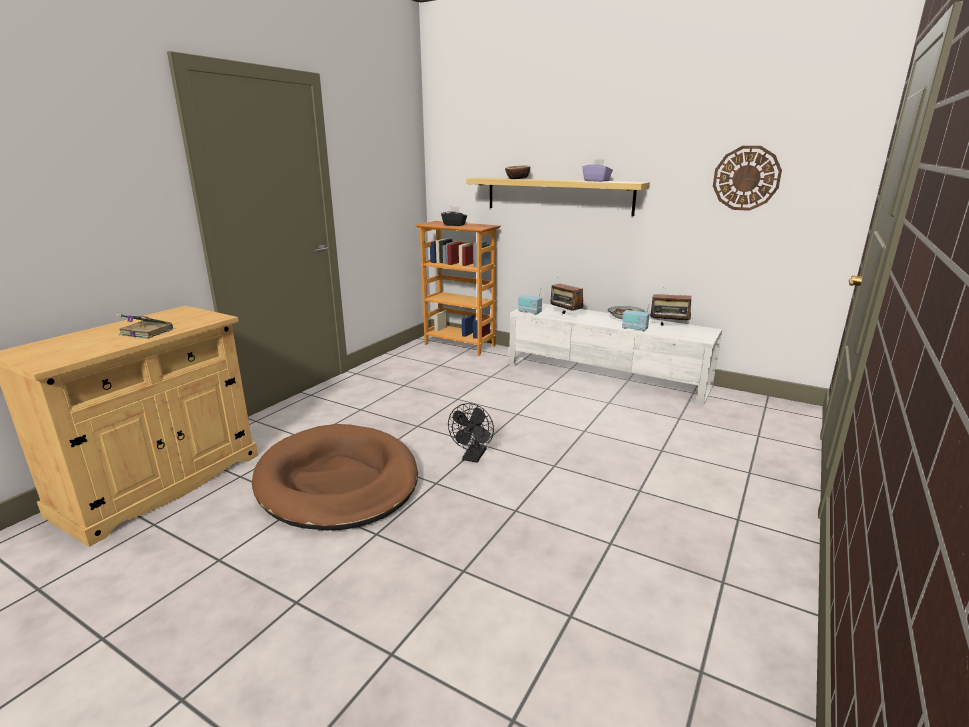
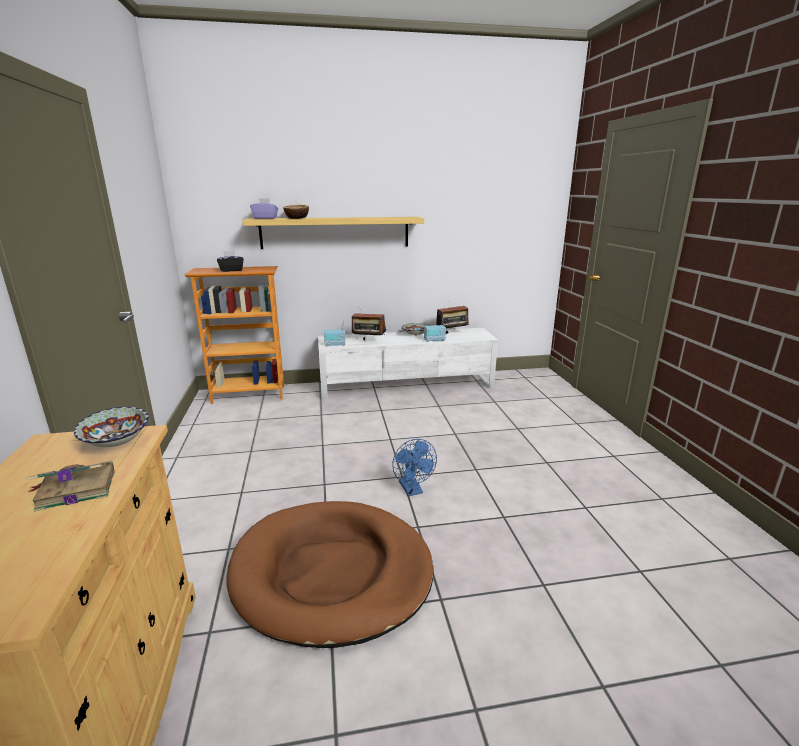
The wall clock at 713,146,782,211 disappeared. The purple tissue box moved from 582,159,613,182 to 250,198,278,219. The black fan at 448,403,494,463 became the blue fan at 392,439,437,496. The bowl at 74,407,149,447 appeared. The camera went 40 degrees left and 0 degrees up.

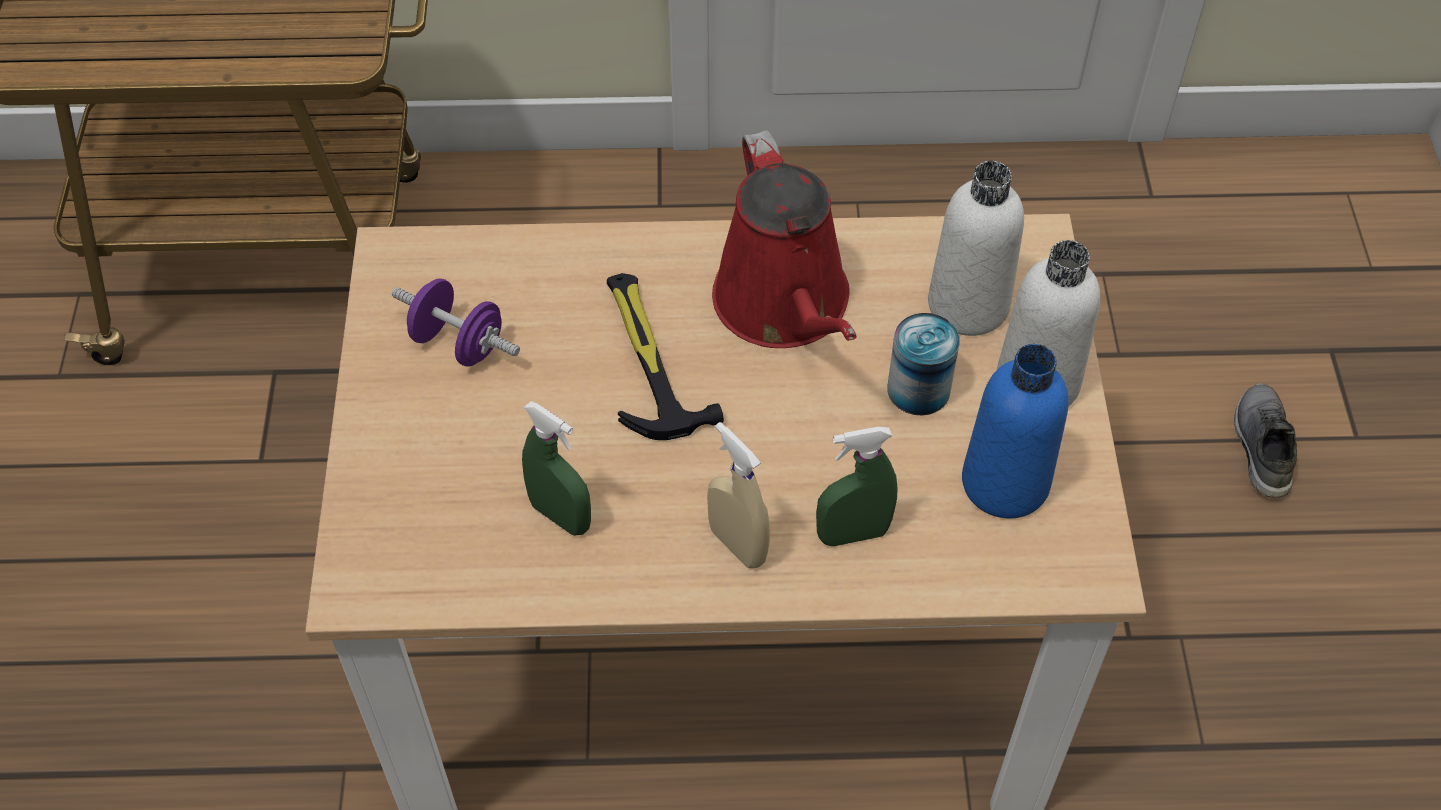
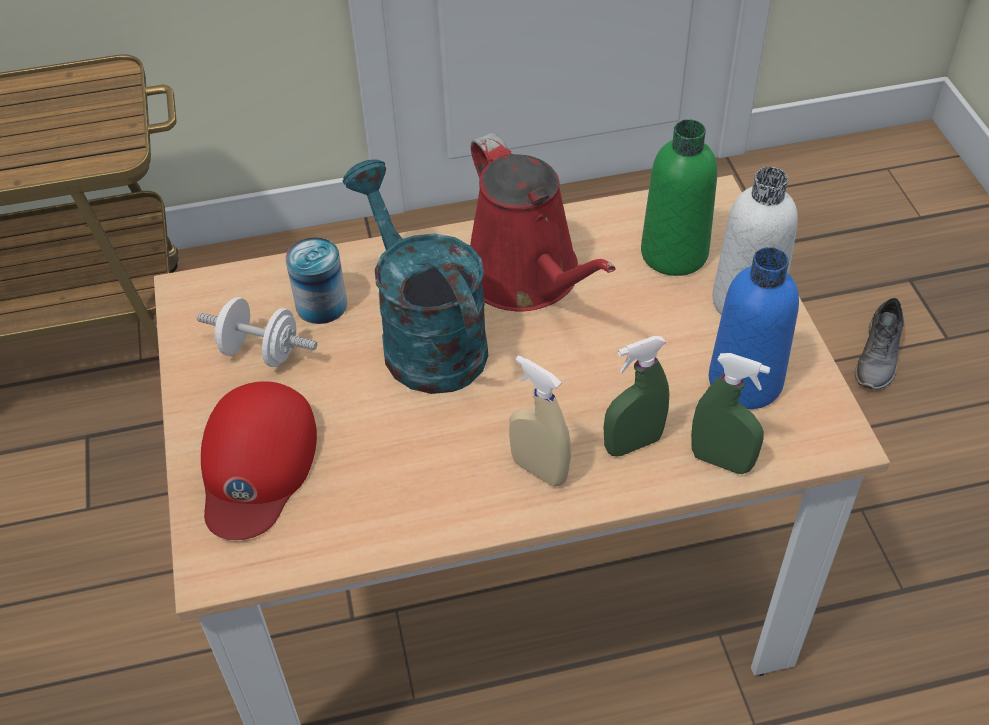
The white bottle at 928,161,1024,336 became the green bottle at 641,119,717,276. The hammer at 607,273,724,440 was replaced by the turquoise watering can at 343,160,488,394. The purple dumbbell at 392,278,520,367 became the white dumbbell at 197,297,317,367. The can moved from 887,313,960,415 to 286,237,347,324. The grey shoe at 1234,383,1297,498 turned 150 degrees counterclockwise. The green spray bottle moved from 522,401,591,536 to 691,353,770,474. The red cap at 201,381,317,540 appeared. The camera went 10 degrees left and 5 degrees down.

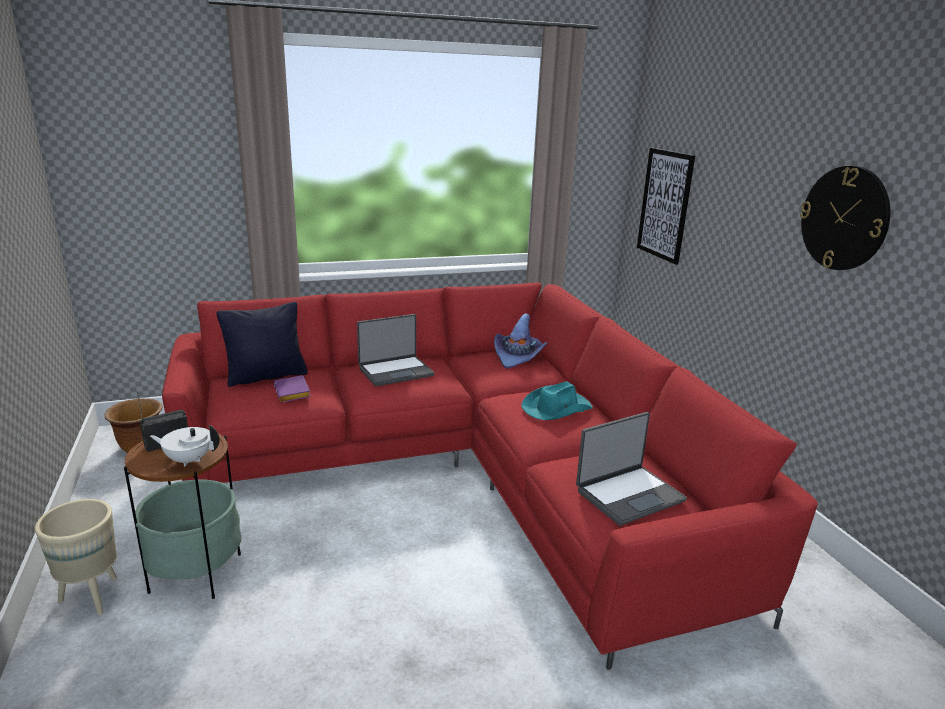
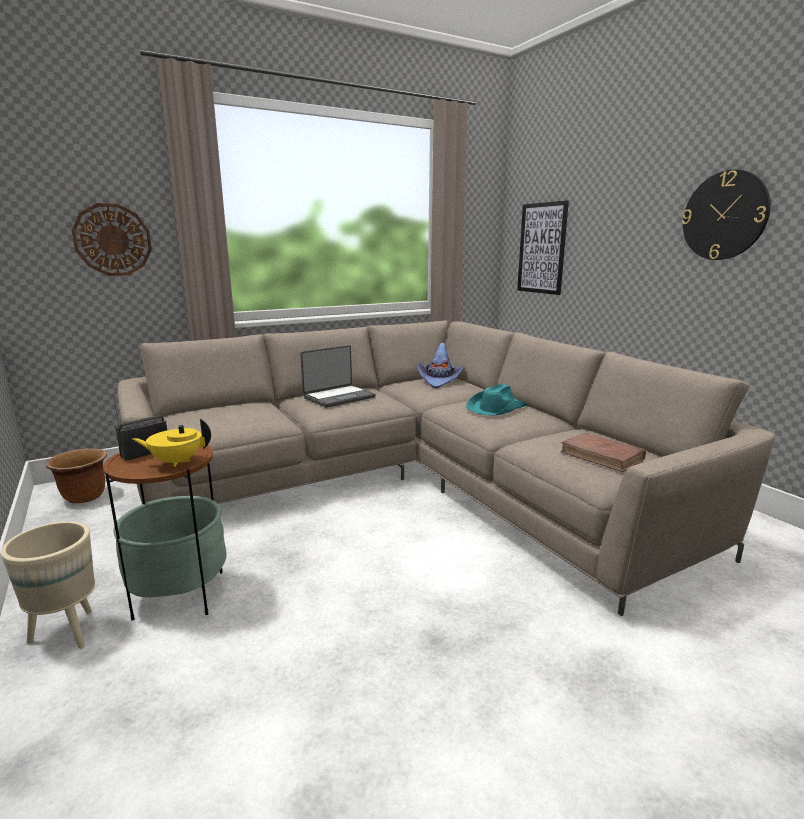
The red sofa at 162,283,818,670 became the beige sofa at 117,320,775,616. The black pillow at 217,302,308,387 disappeared. The purple book at 274,375,311,403 disappeared. The laptop at 576,412,687,526 was replaced by the brown book at 560,433,646,472. The white teapot at 150,425,220,466 became the yellow teapot at 133,419,211,467. The wall clock at 71,203,152,276 appeared. The camera went 10 degrees left and 5 degrees down.

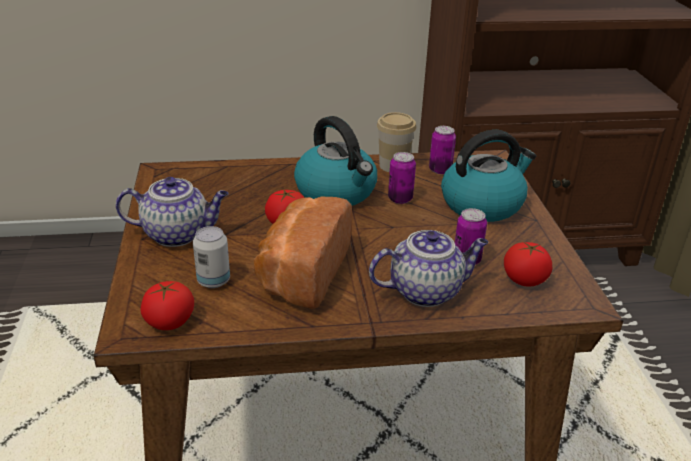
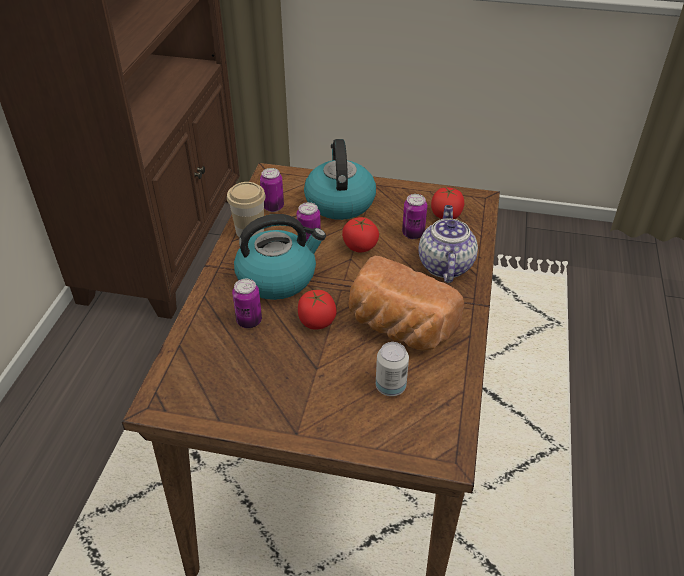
The teapot at 116,177,229,247 disappeared. The tomato moved from 140,281,194,330 to 342,217,379,252. The can at 232,279,262,328 appeared. The camera went 70 degrees left and 10 degrees up.

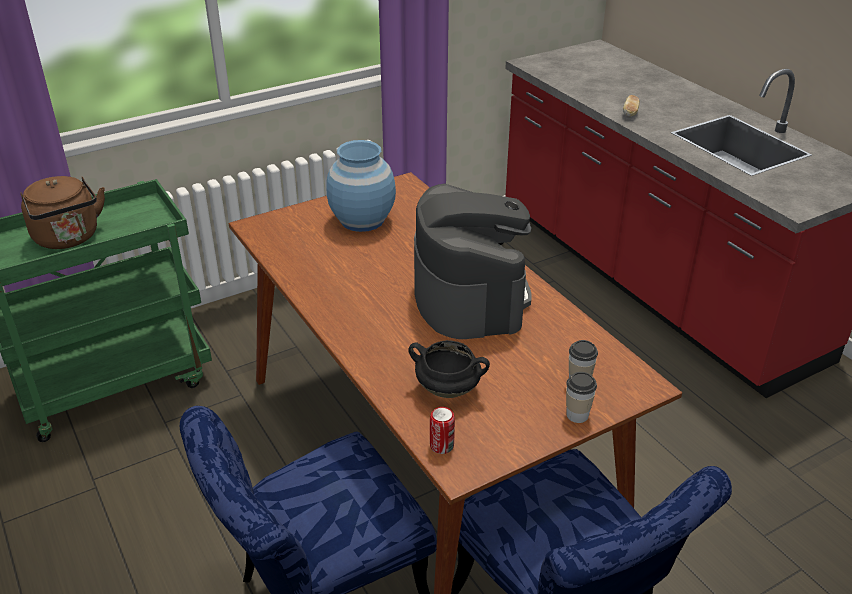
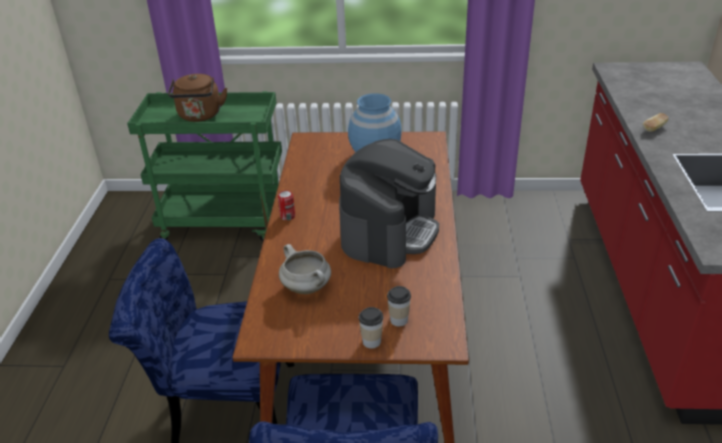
The black cooking pot at 408,340,490,398 became the white cooking pot at 279,244,331,294. The can moved from 430,407,455,454 to 278,190,295,221. The camera went 35 degrees right and 0 degrees up.

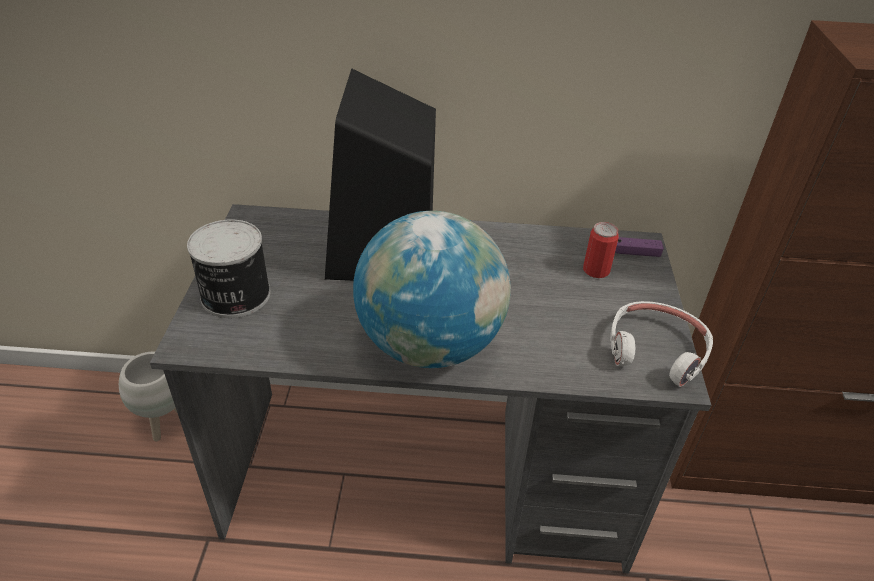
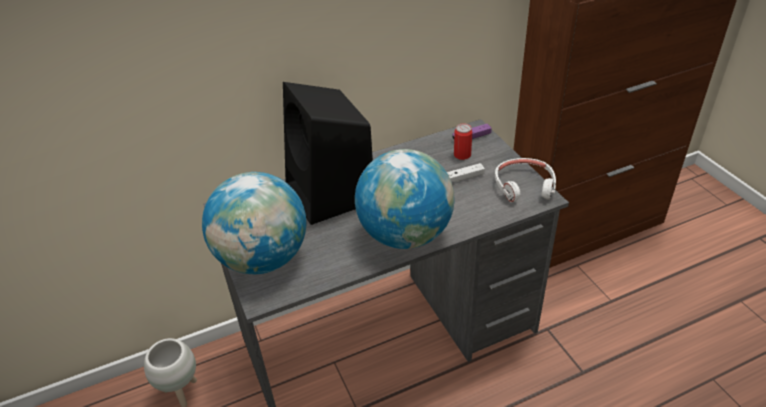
The can at 187,220,271,318 was replaced by the globe at 202,172,306,274. The white game controller at 447,163,485,182 appeared. The camera went 25 degrees left and 0 degrees up.

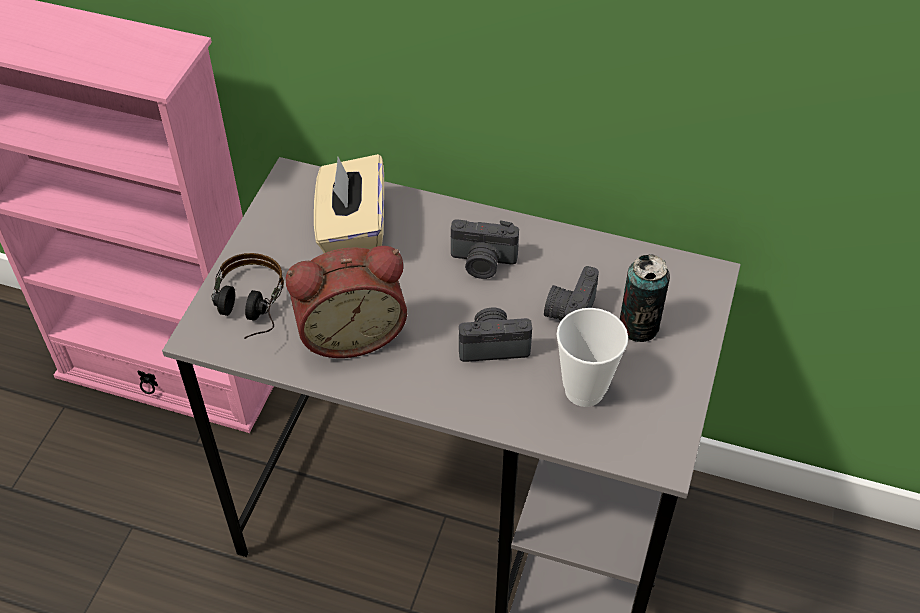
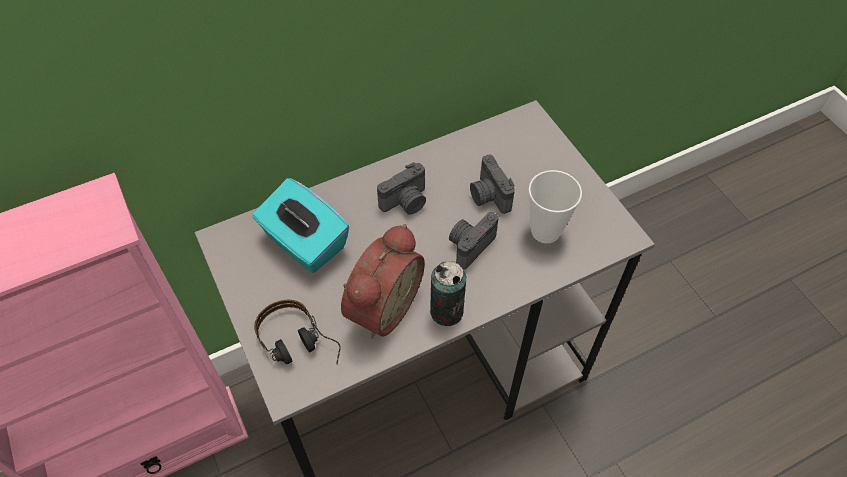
The beige tissue box at 314,154,384,253 became the turquoise tissue box at 252,178,349,273. The can moved from 620,254,670,342 to 430,261,466,326. The camera went 45 degrees left and 5 degrees up.

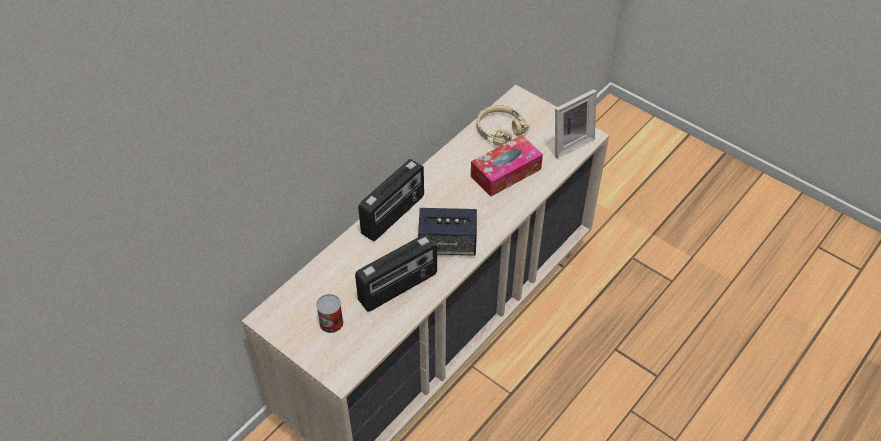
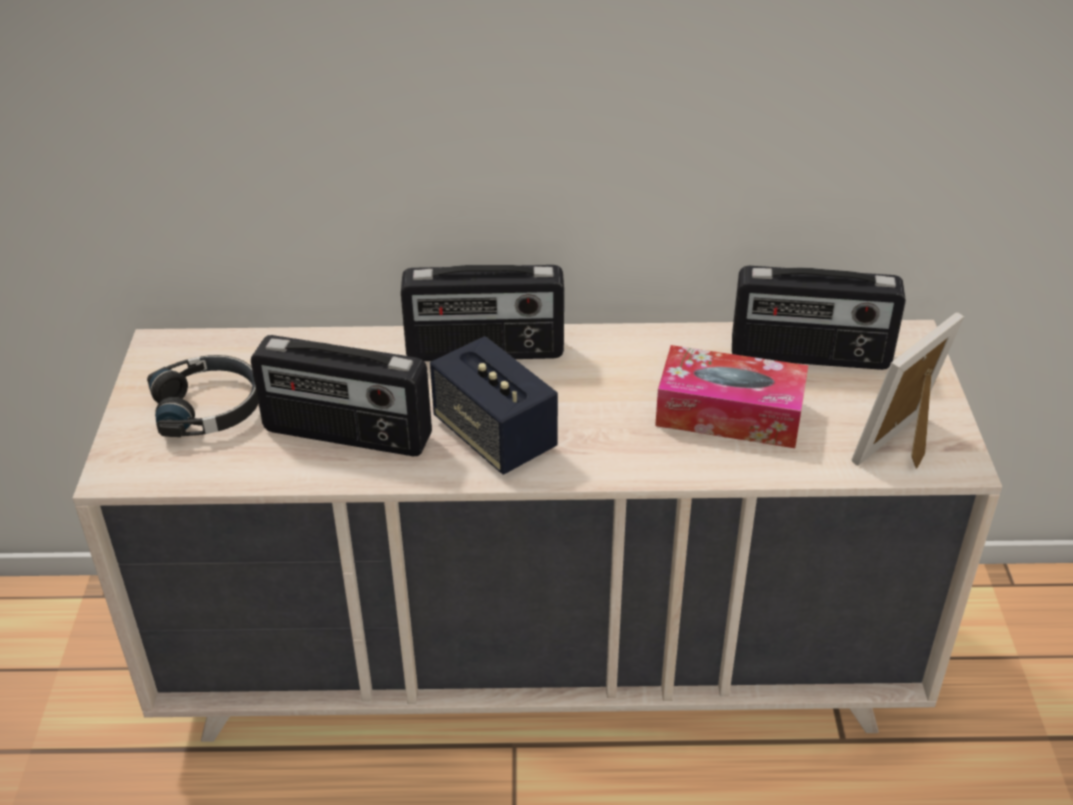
The picture frame at 555,89,597,159 turned 120 degrees clockwise. The beige headphones at 477,105,529,146 was replaced by the radio at 732,266,906,370. The can at 316,294,343,333 was replaced by the black headphones at 147,355,259,437. The camera went 50 degrees right and 10 degrees down.

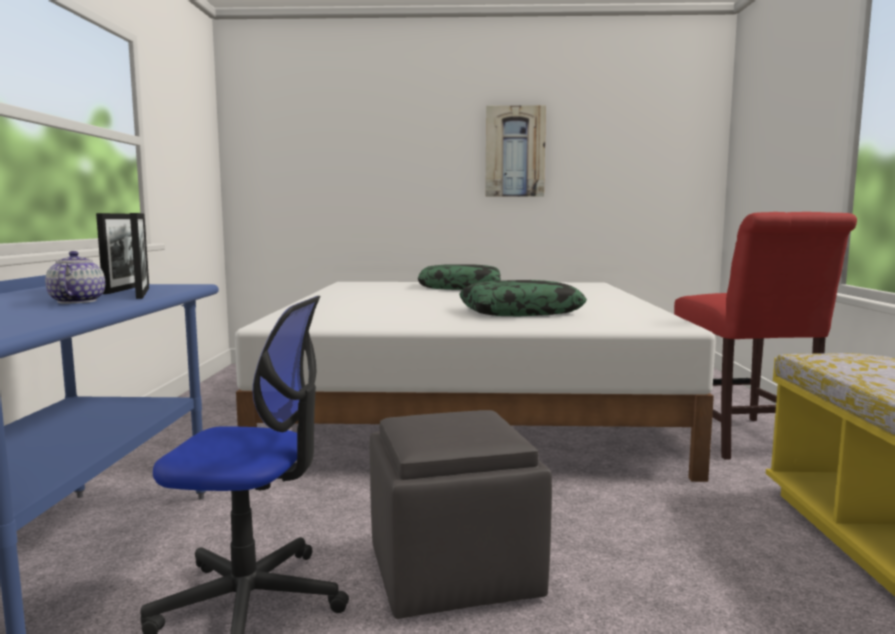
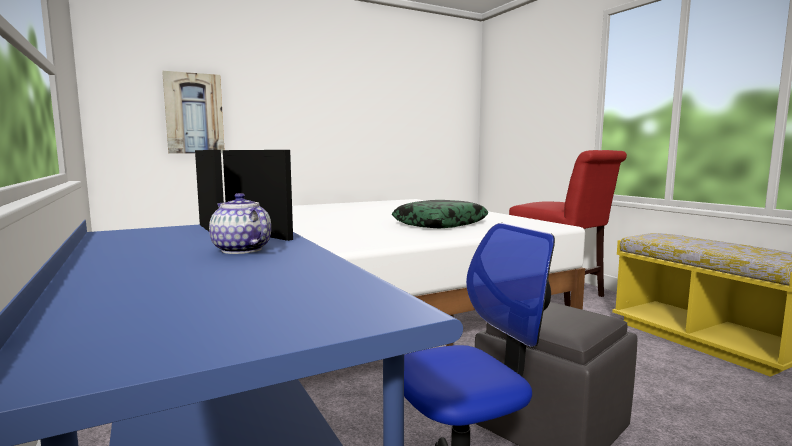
The picture moved from 485,105,546,197 to 162,71,224,154. The pillow at 418,265,501,290 disappeared. The camera went 30 degrees left and 0 degrees up.

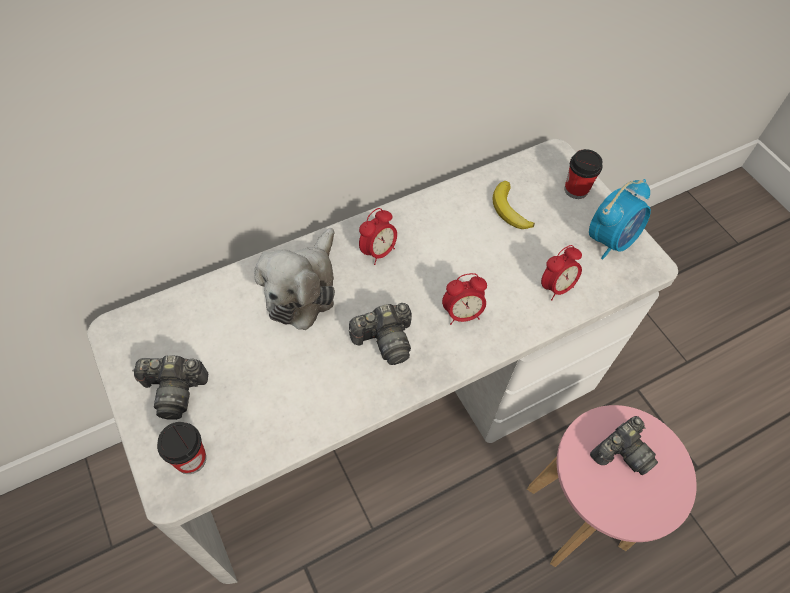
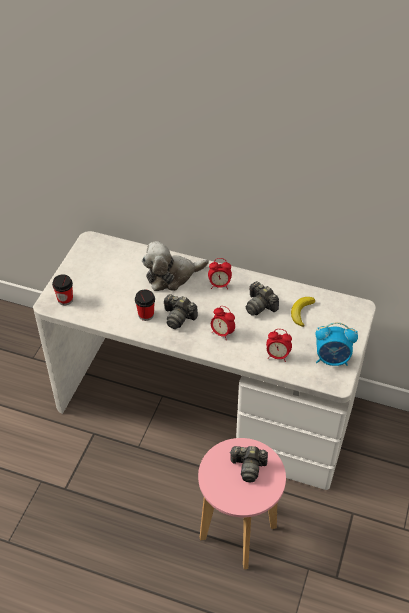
The cup moved from 564,149,603,199 to 135,289,155,321. The photo camera moved from 132,355,208,420 to 246,281,279,316. The camera went 50 degrees right and 10 degrees down.

